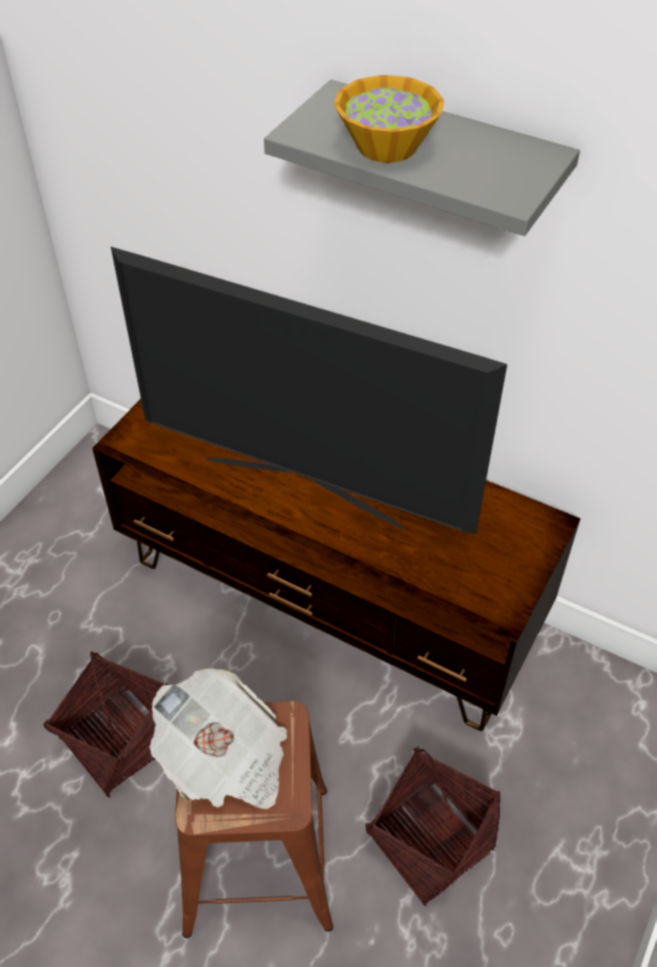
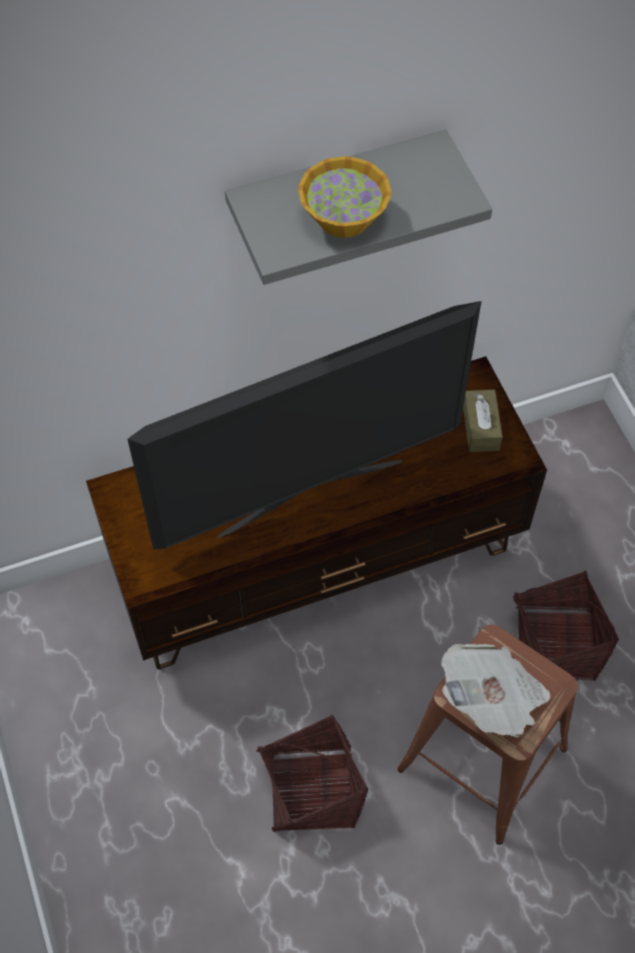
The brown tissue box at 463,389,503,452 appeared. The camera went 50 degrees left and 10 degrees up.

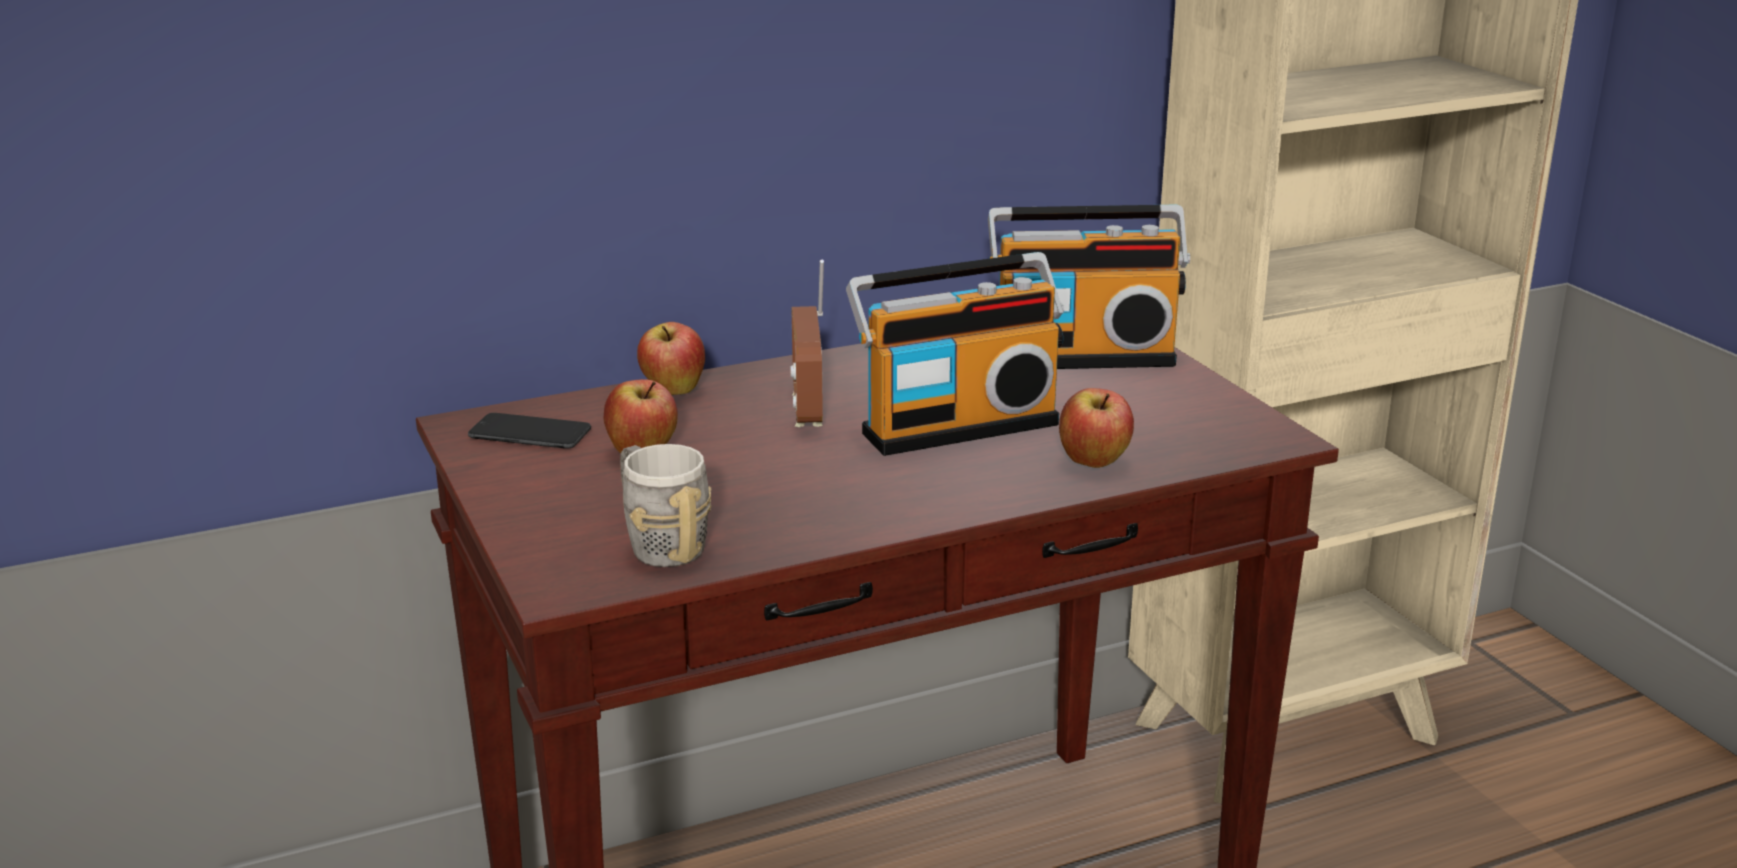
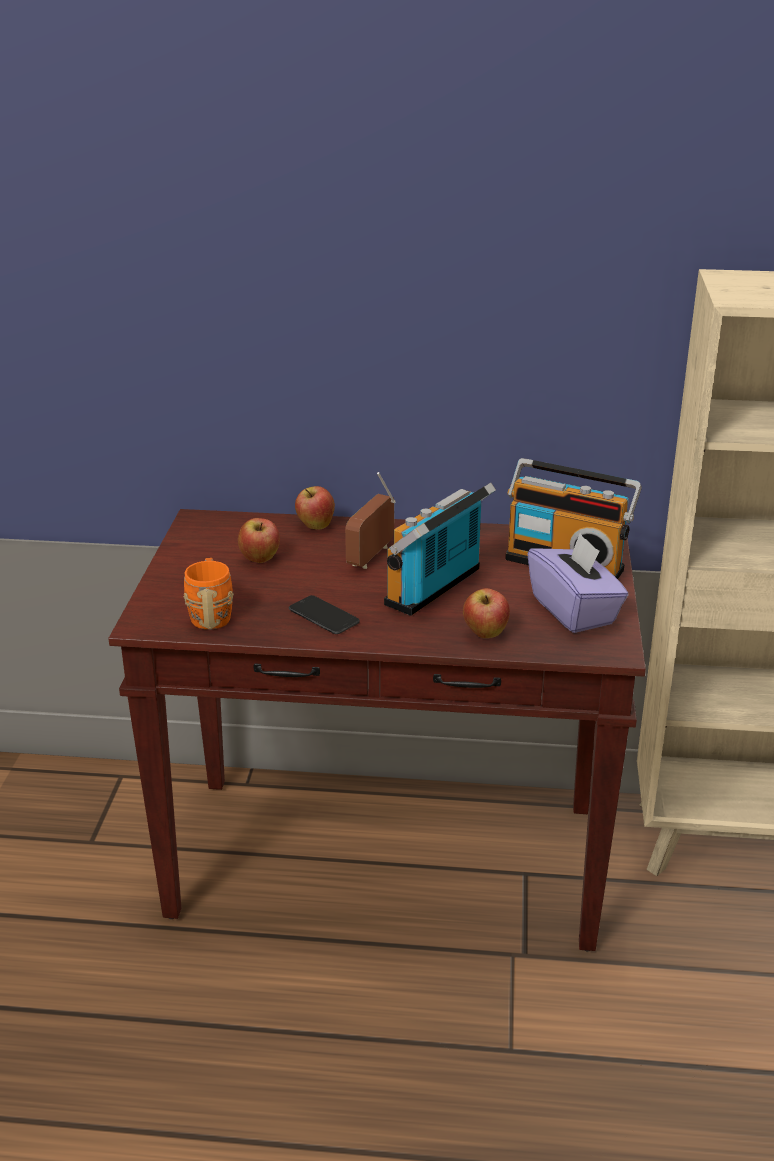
The radio at 846,252,1064,456 turned 120 degrees clockwise. The phone moved from 468,413,591,449 to 289,595,360,634. The grey mug at 620,444,712,567 became the orange mug at 183,558,234,630. The purple tissue box at 528,533,628,633 appeared. The camera went 30 degrees right and 5 degrees up.

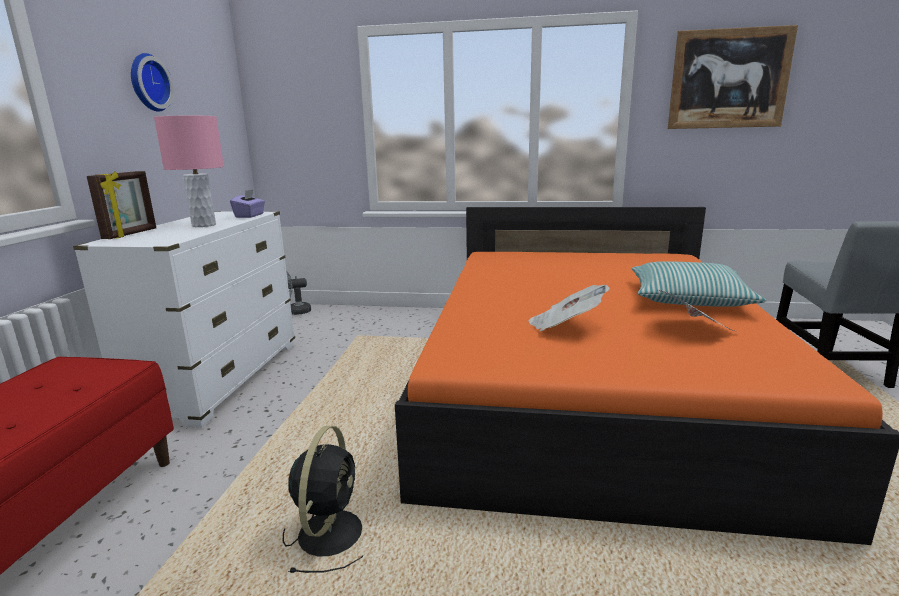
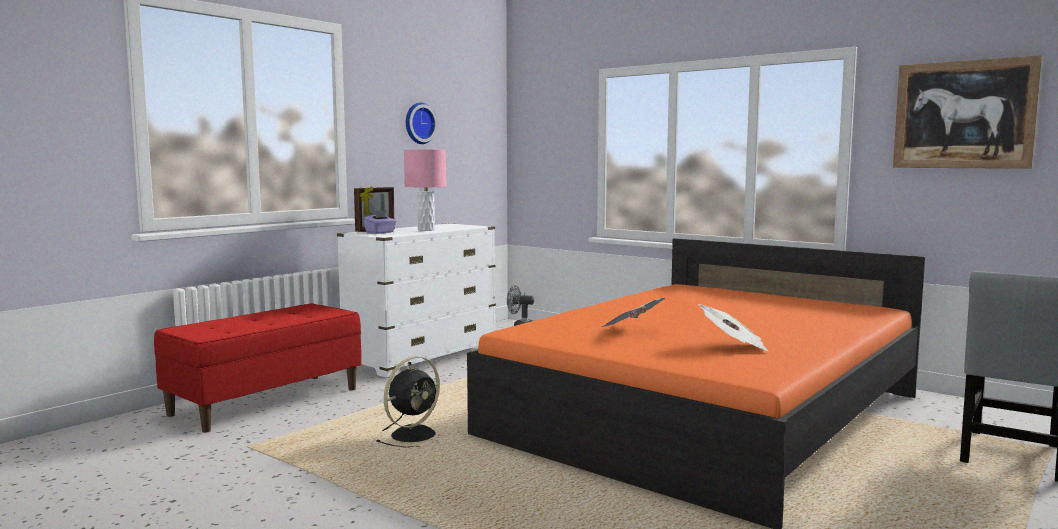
The purple tissue box moved from 230,189,265,218 to 363,210,396,234. The pillow at 632,261,767,307 disappeared. The camera went 30 degrees right and 10 degrees down.

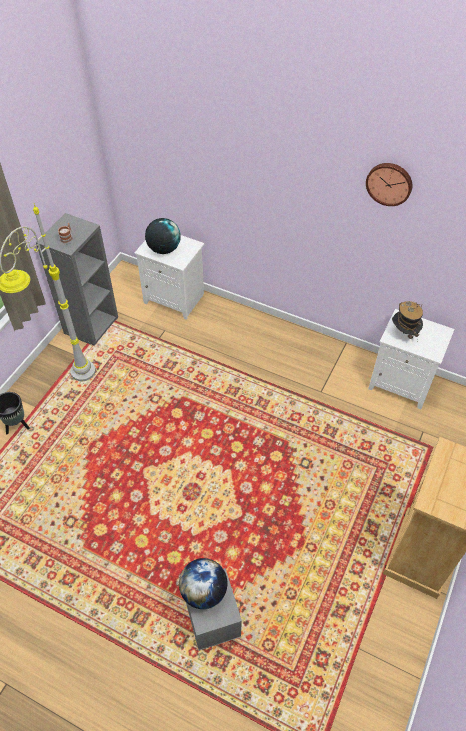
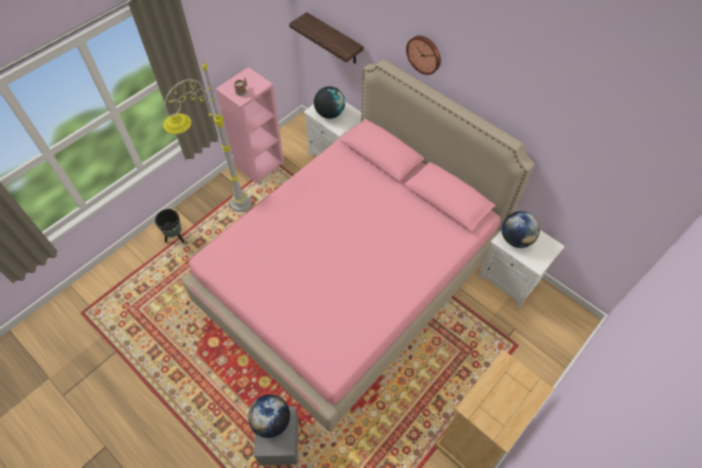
The wall clock moved from 366,163,412,206 to 406,36,441,75. The grey bookcase at 36,213,118,346 became the pink bookcase at 216,67,284,183. The hat at 392,301,423,341 was replaced by the globe at 502,211,540,248. The shelf at 289,12,364,64 appeared. The pink bed at 182,60,535,432 appeared. The camera went 15 degrees right and 5 degrees up.

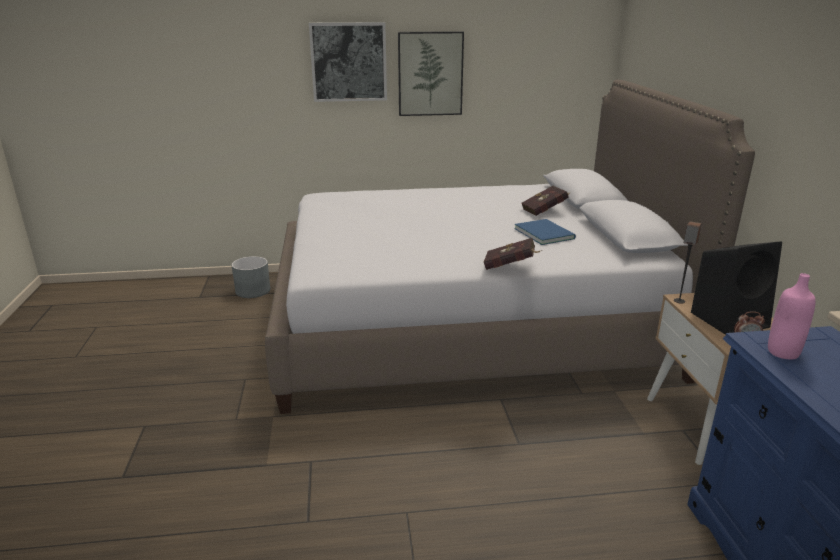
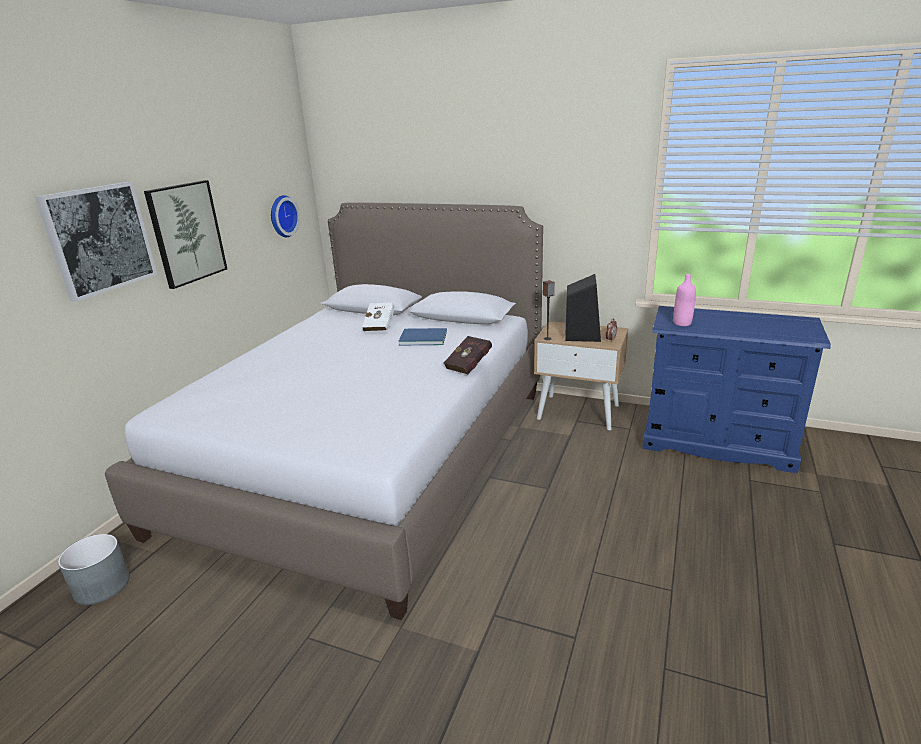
The red book at 521,186,569,216 became the white book at 362,303,394,332. The wall clock at 271,195,300,237 appeared. The camera went 60 degrees left and 0 degrees up.

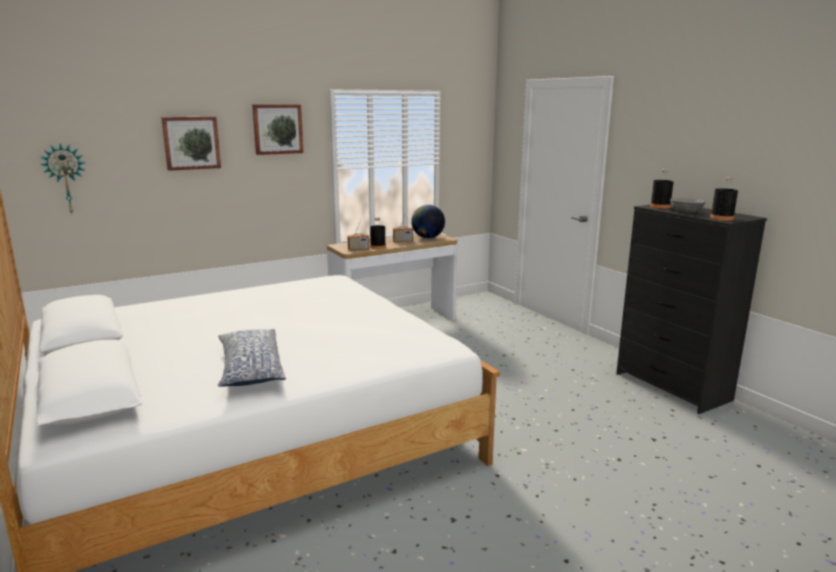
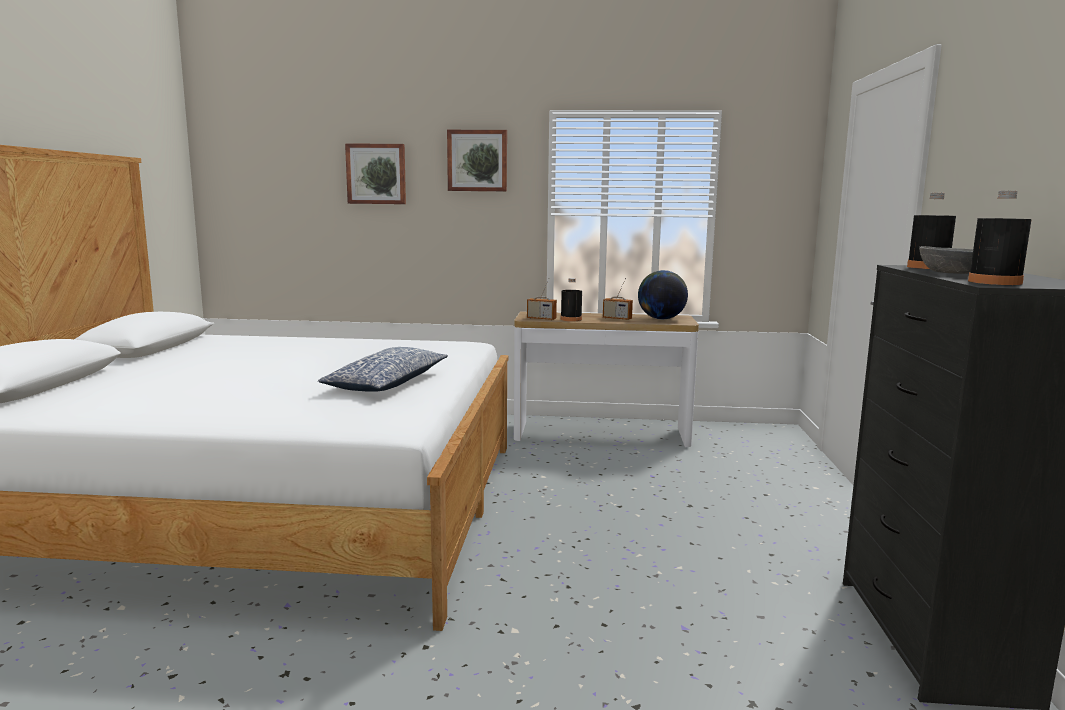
The wall clock at 40,144,86,214 disappeared. The pillow moved from 218,329,286,387 to 318,347,448,392. The camera went 35 degrees right and 5 degrees down.

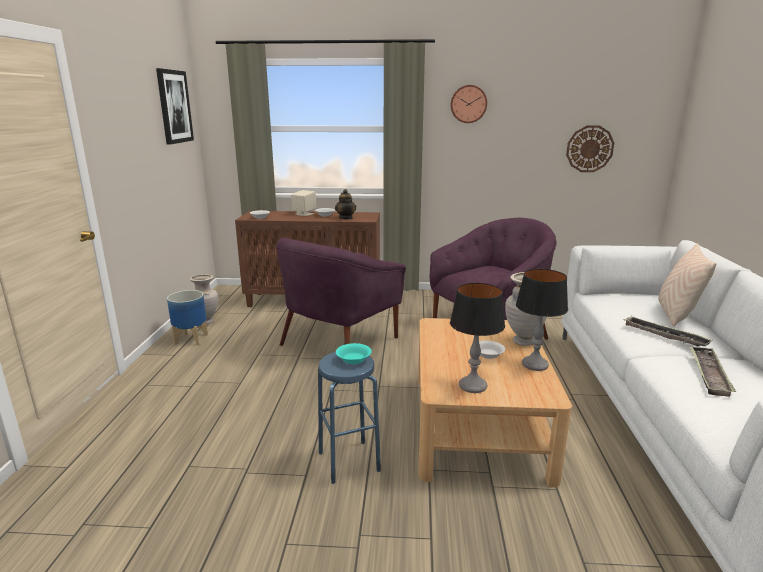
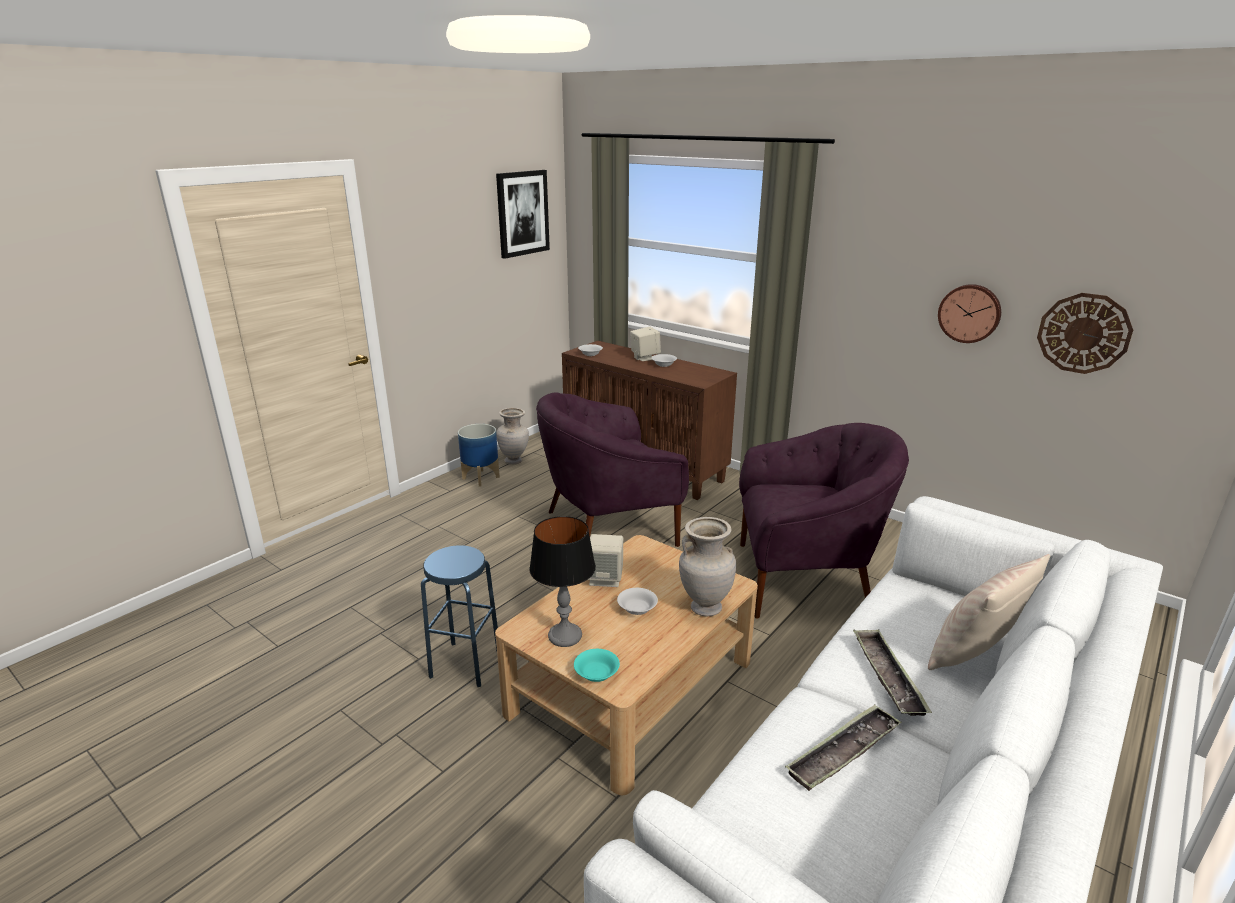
The wall clock moved from 451,85,487,123 to 938,284,1001,343. The teapot at 335,189,356,219 disappeared. The table lamp at 516,269,568,371 disappeared. The turquoise bowl moved from 336,343,372,364 to 574,649,620,682. The beige speaker at 588,534,623,587 appeared. The camera went 35 degrees right and 5 degrees up.

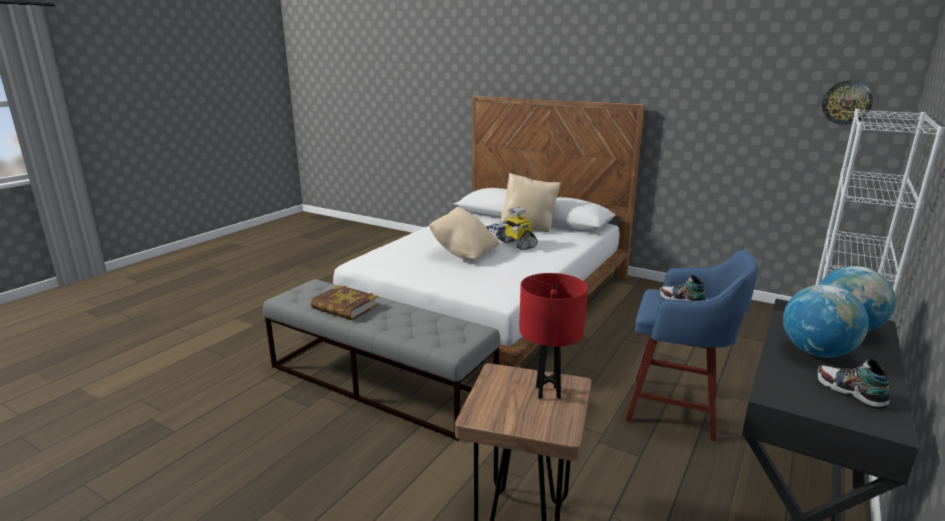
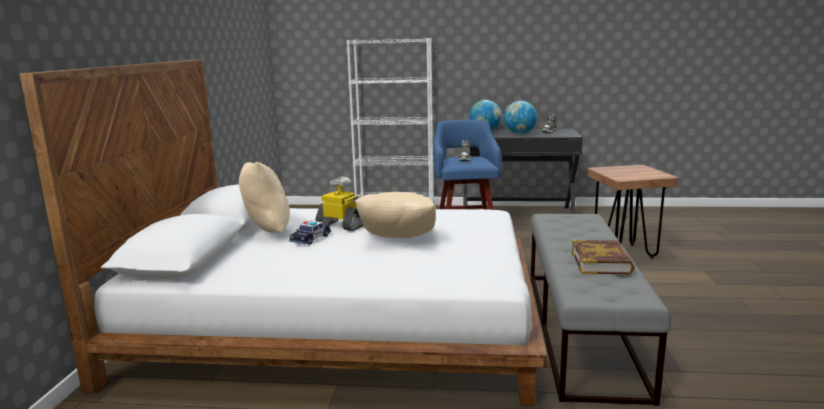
The wall clock at 822,80,873,125 disappeared. The toy robot at 498,207,538,250 turned 90 degrees counterclockwise. The red table lamp at 519,273,588,399 disappeared. The camera went 115 degrees left and 5 degrees down.

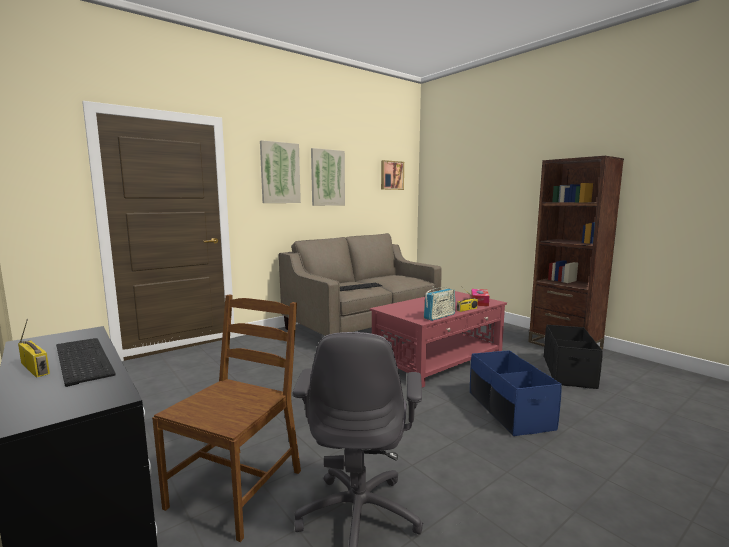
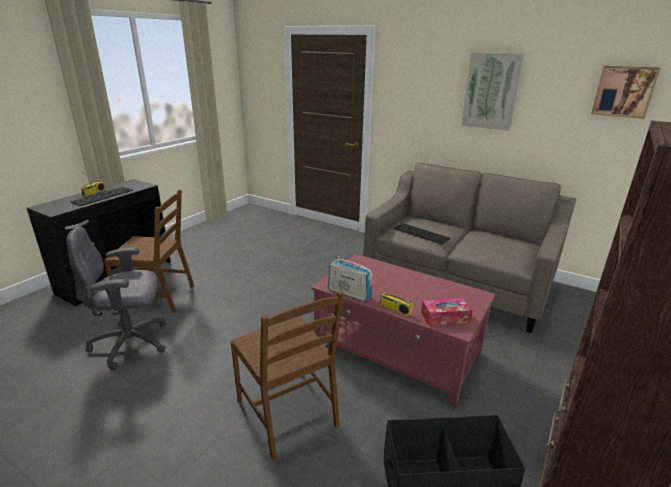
The picture at 260,140,301,203 disappeared. The blue storage box at 470,350,562,436 was replaced by the brown chair at 231,291,344,460. The camera went 70 degrees right and 15 degrees up.

